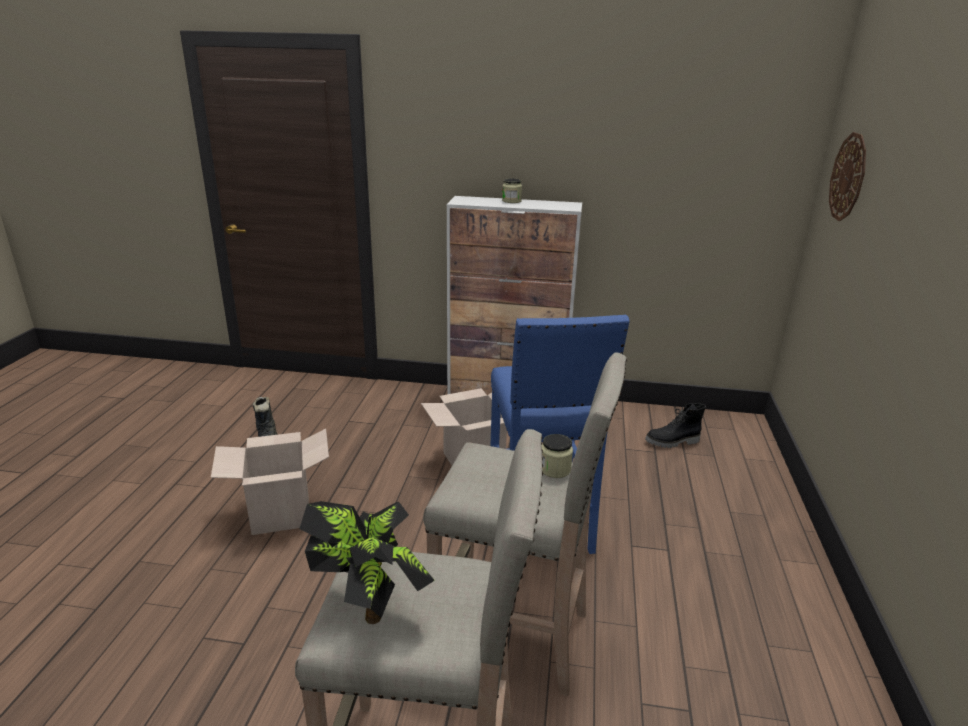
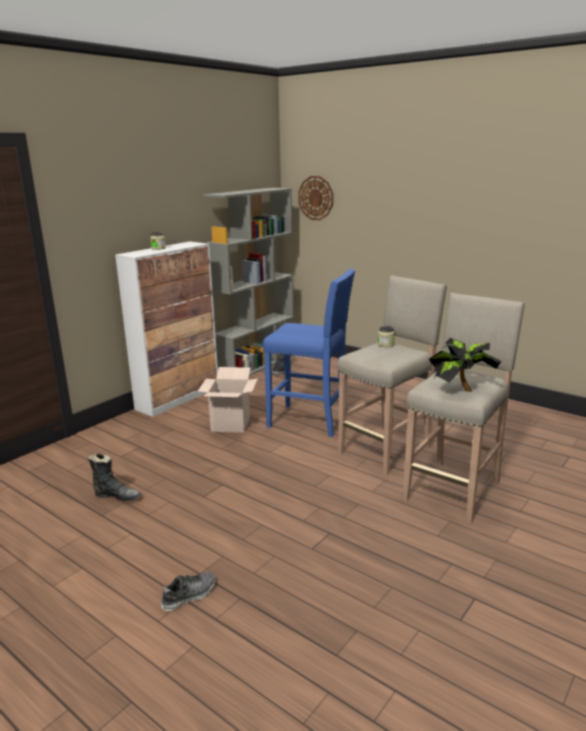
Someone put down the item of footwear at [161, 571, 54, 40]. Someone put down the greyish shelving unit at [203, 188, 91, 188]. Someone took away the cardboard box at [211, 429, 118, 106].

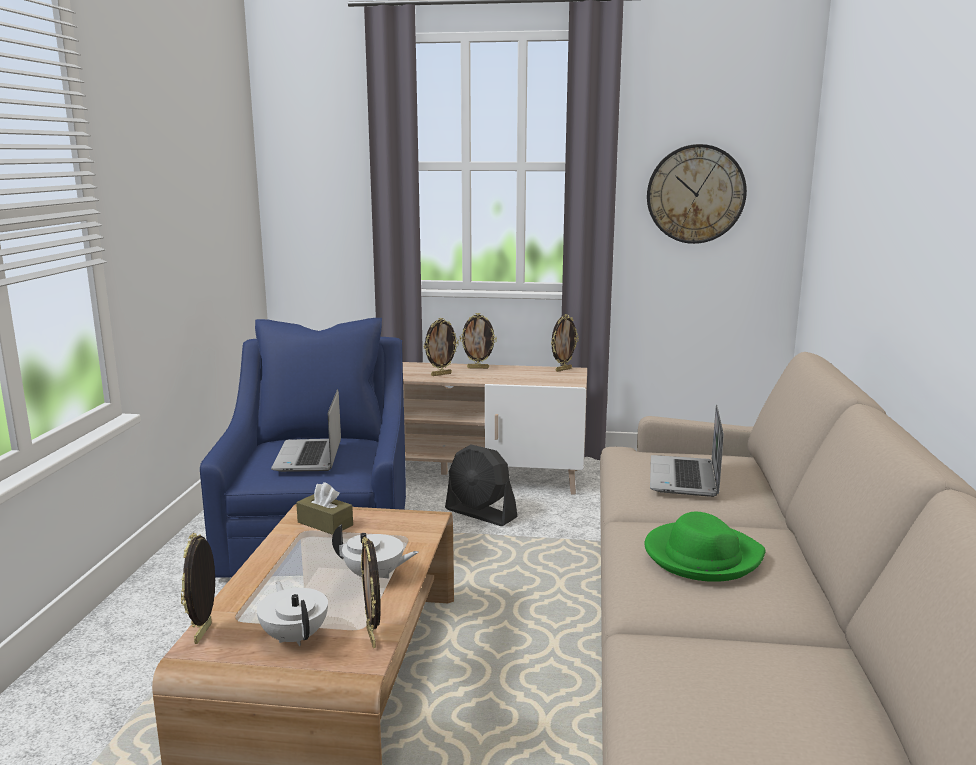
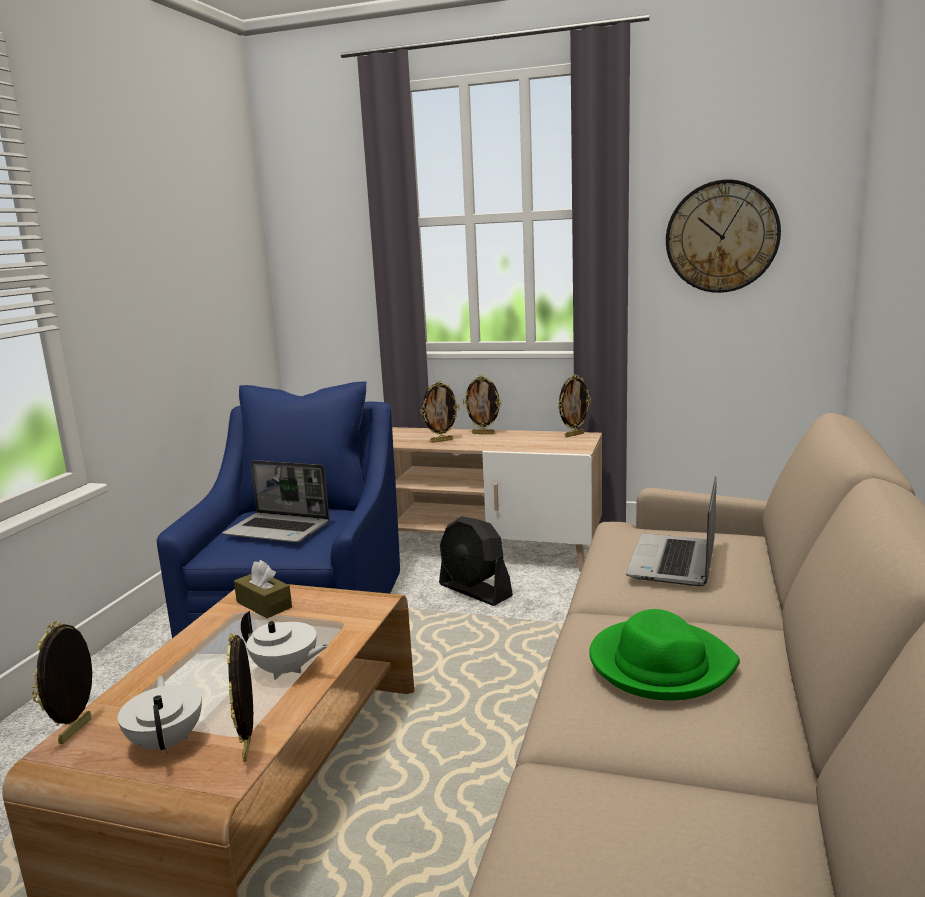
Someone rotated the notebook computer at [271, 389, 70, 83] by 75 degrees counterclockwise.

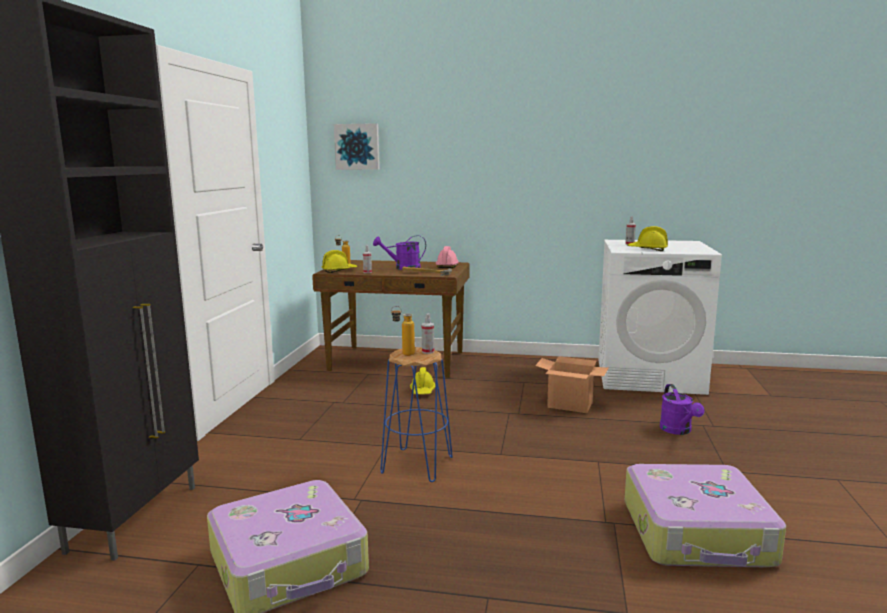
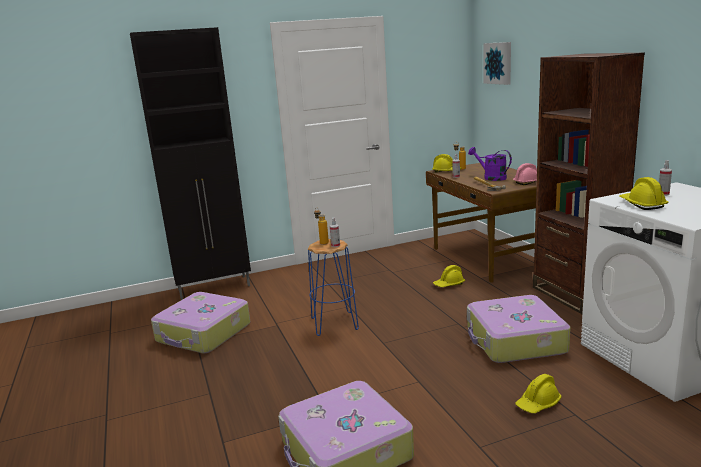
Someone swapped the cardboard box at [535, 356, 73, 57] for the suitcase at [467, 295, 104, 68]. Someone swapped the purple watering can at [660, 384, 44, 51] for the yellow-coloured hard hat at [515, 374, 47, 40]. Someone put down the brownish shelving unit at [533, 53, 112, 261].

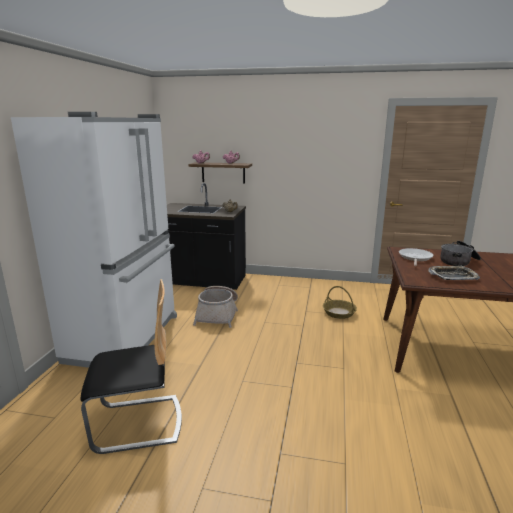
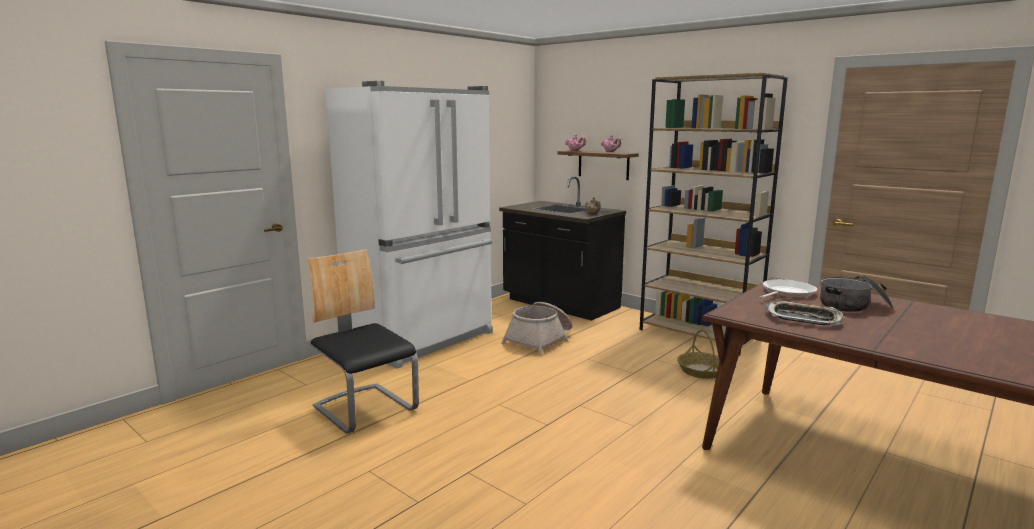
Someone rotated the plain chair at [80, 279, 102, 175] by 150 degrees counterclockwise. Someone put down the brownish shelving unit at [639, 73, 149, 283].

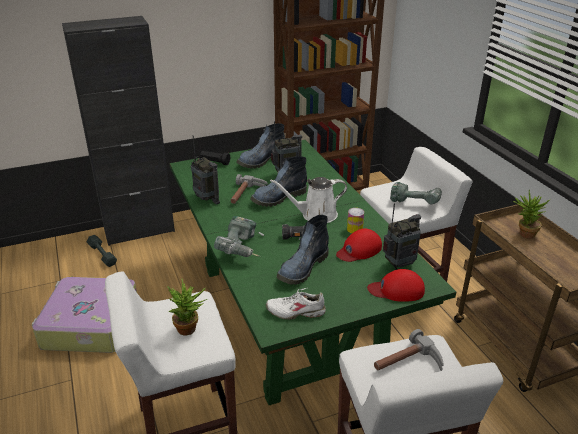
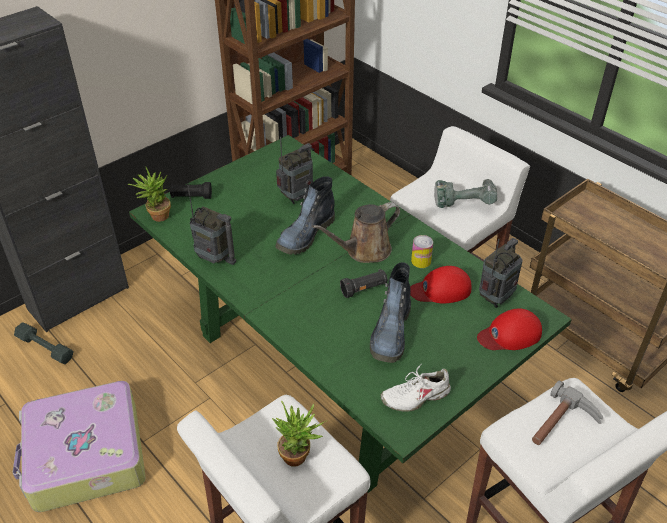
Someone carried the potted plant from [513, 190, 36, 49] to [128, 166, 43, 56]. Someone repainted the white-coloured watering can at [270, 177, 77, 46], which became the brownish watering can at [312, 202, 88, 61]. Someone rotated the reddish baseball cap at [336, 228, 46, 34] by 45 degrees clockwise. Someone took away the power drill at [214, 216, 50, 41]. Someone took away the hammer at [230, 174, 38, 30]. Someone took away the boot at [236, 123, 49, 46].

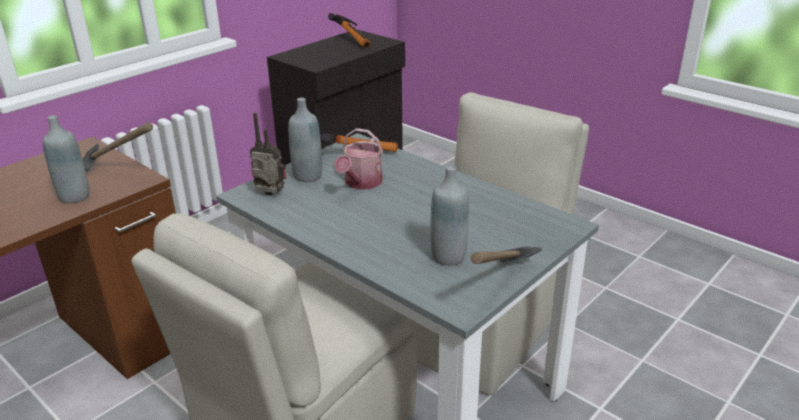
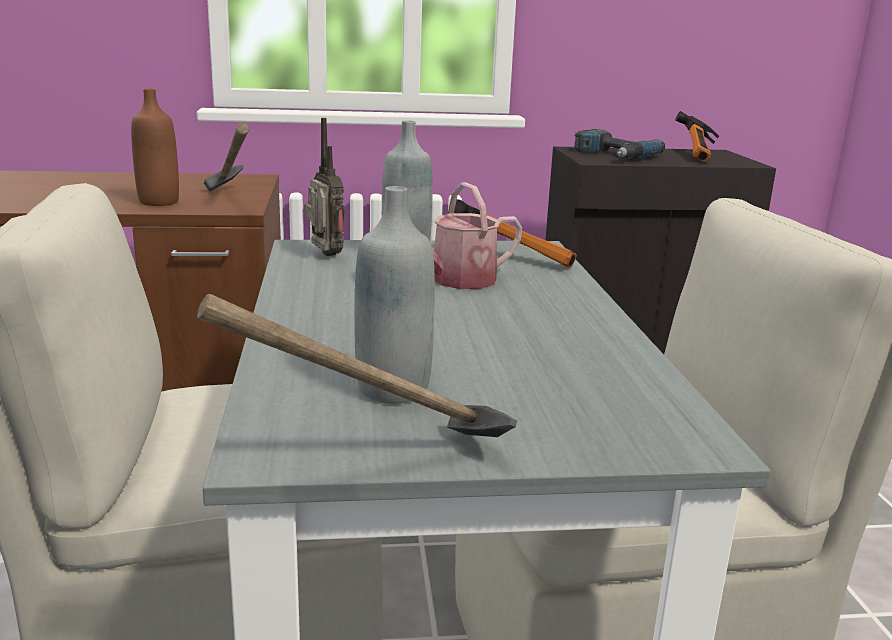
Someone repainted the greyish bottle at [43, 115, 47, 89], which became the brownish bottle at [131, 89, 48, 117]. Someone put down the power drill at [573, 129, 92, 30].

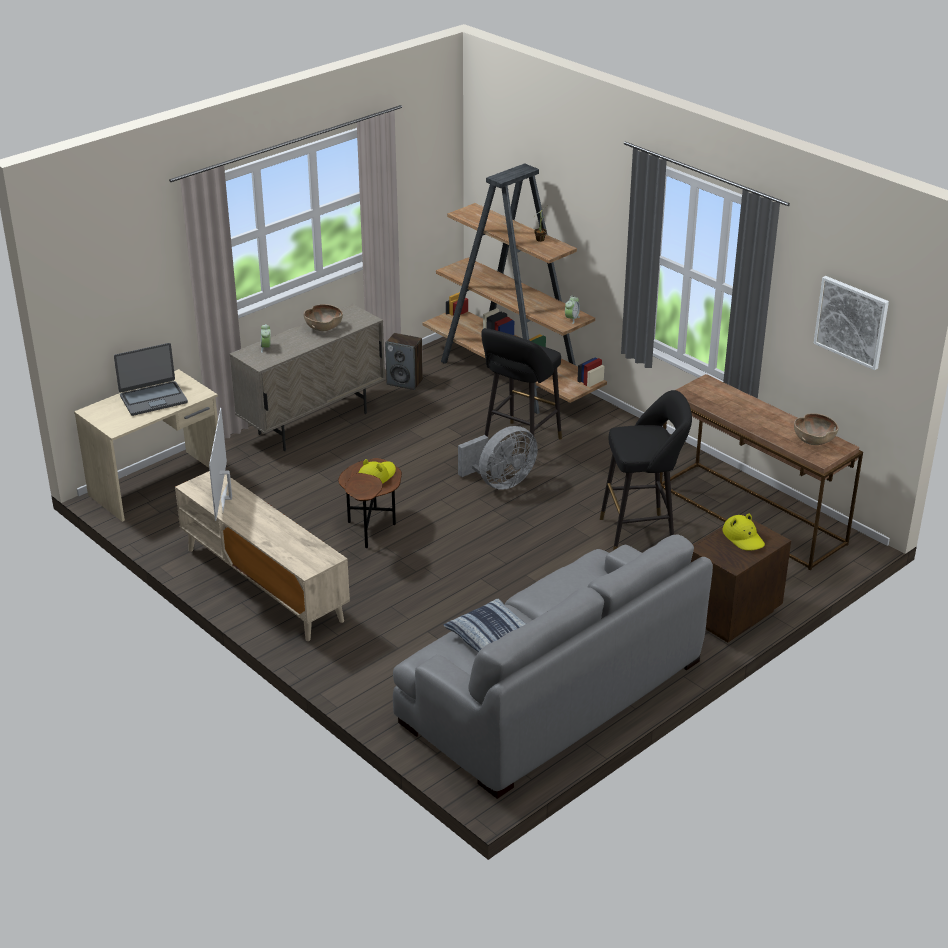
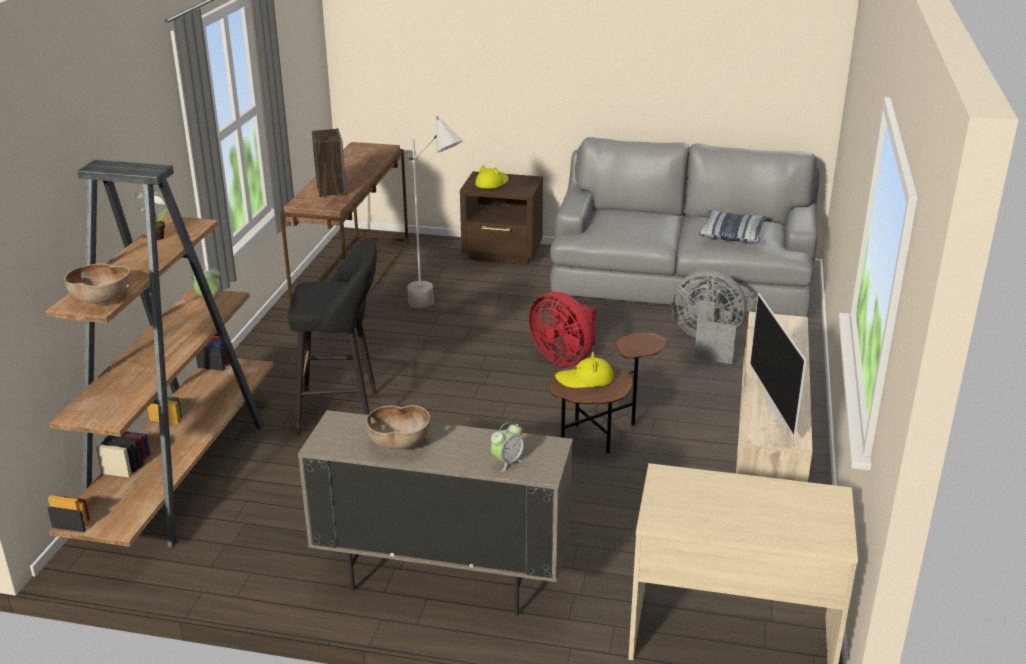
Someone carried the brownish serving bowl from [794, 413, 45, 32] to [64, 263, 68, 41]. Someone carried the loudspeaker from [385, 333, 38, 57] to [312, 128, 34, 69]. Someone swapped the black-coloured sitting stool at [600, 390, 92, 161] for the greyish standard lamp at [407, 116, 56, 192]. Someone put down the reddish cooling fan at [529, 292, 67, 75]. Someone carried the greyish cooling fan from [458, 426, 80, 64] to [672, 270, 75, 94]. Someone rotated the television at [209, 408, 23, 113] by 120 degrees clockwise. Someone took away the notebook computer at [114, 343, 74, 73]. Someone took away the picture at [814, 276, 75, 94].

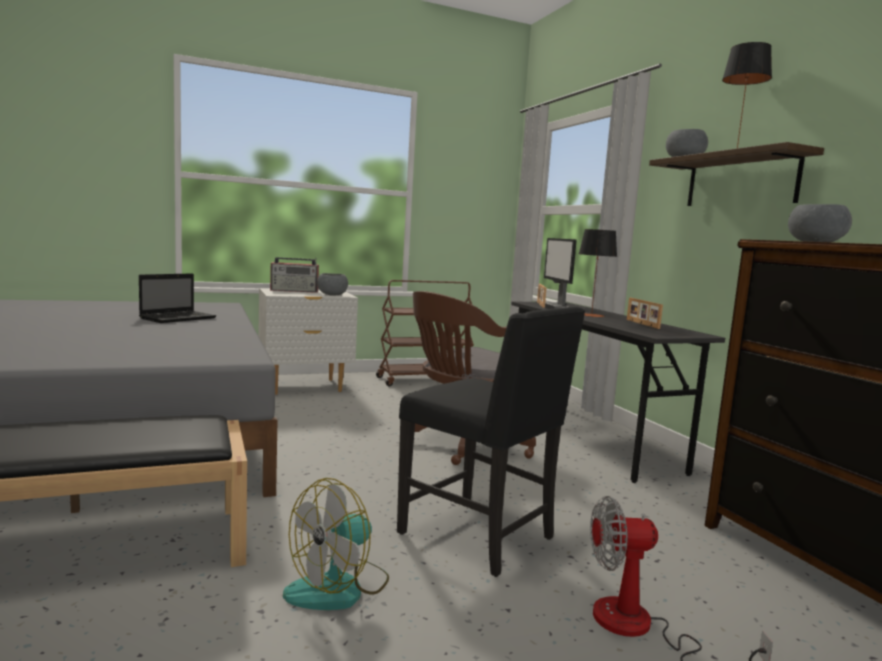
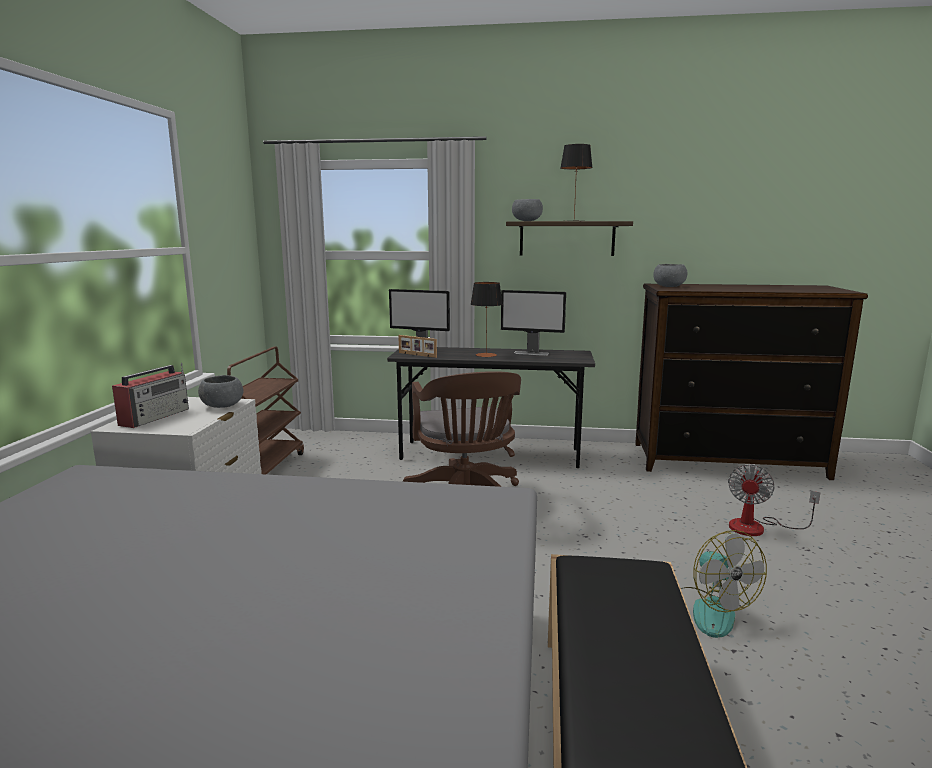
Someone swapped the standing frame at [627, 298, 36, 31] for the computer display at [501, 290, 65, 66]. Someone took away the notebook computer at [139, 273, 77, 50]. Someone took away the black-coloured plain chair at [397, 307, 188, 270].

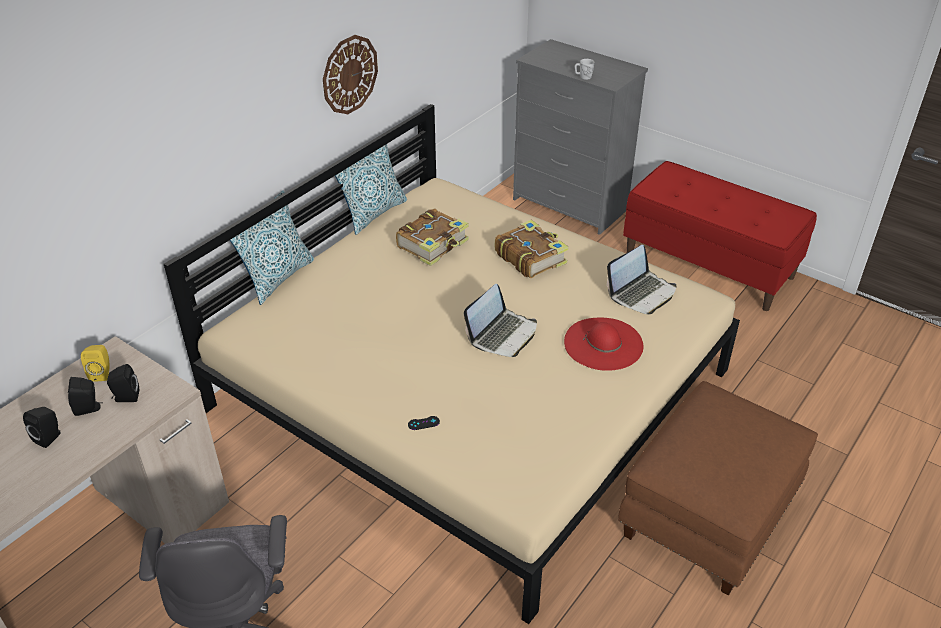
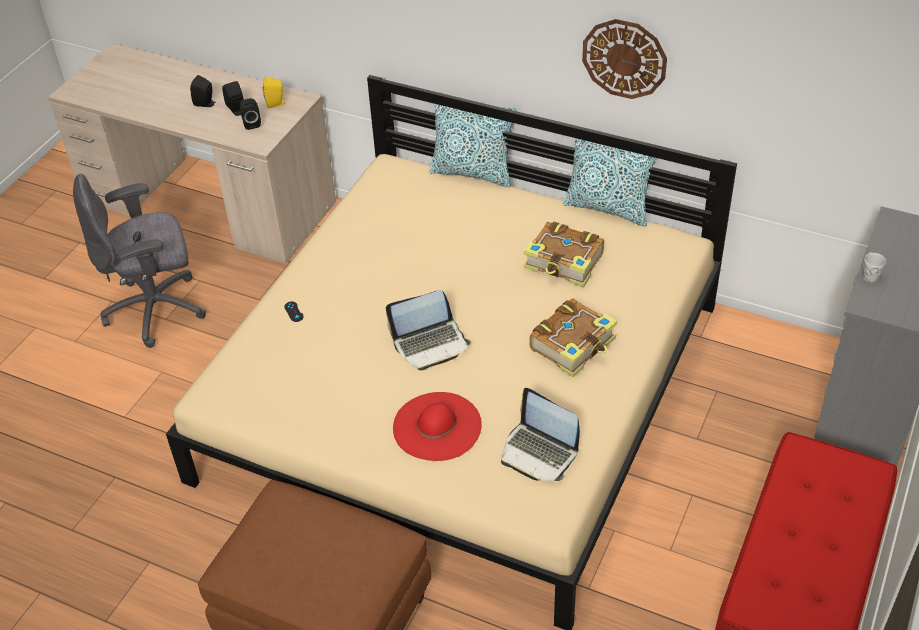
Someone rotated the notebook computer at [464, 284, 73, 73] by 45 degrees counterclockwise.

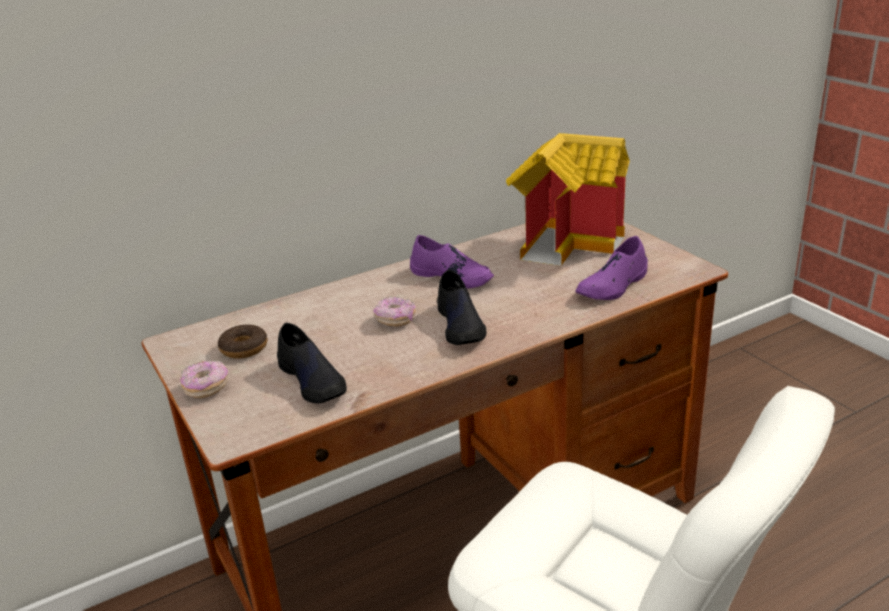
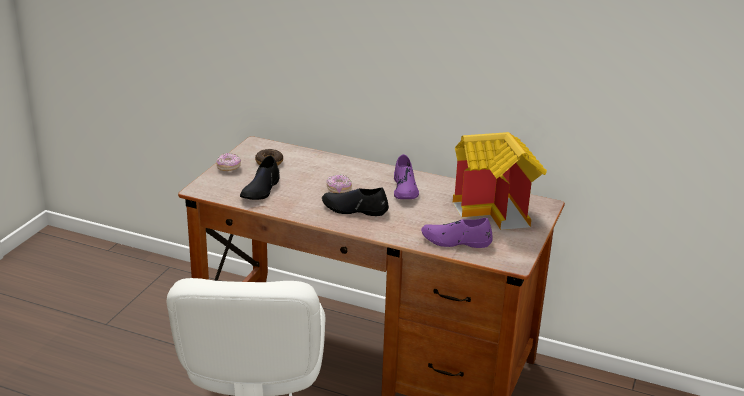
Someone rotated the black-coloured item of footwear at [437, 269, 49, 76] by 60 degrees clockwise.

